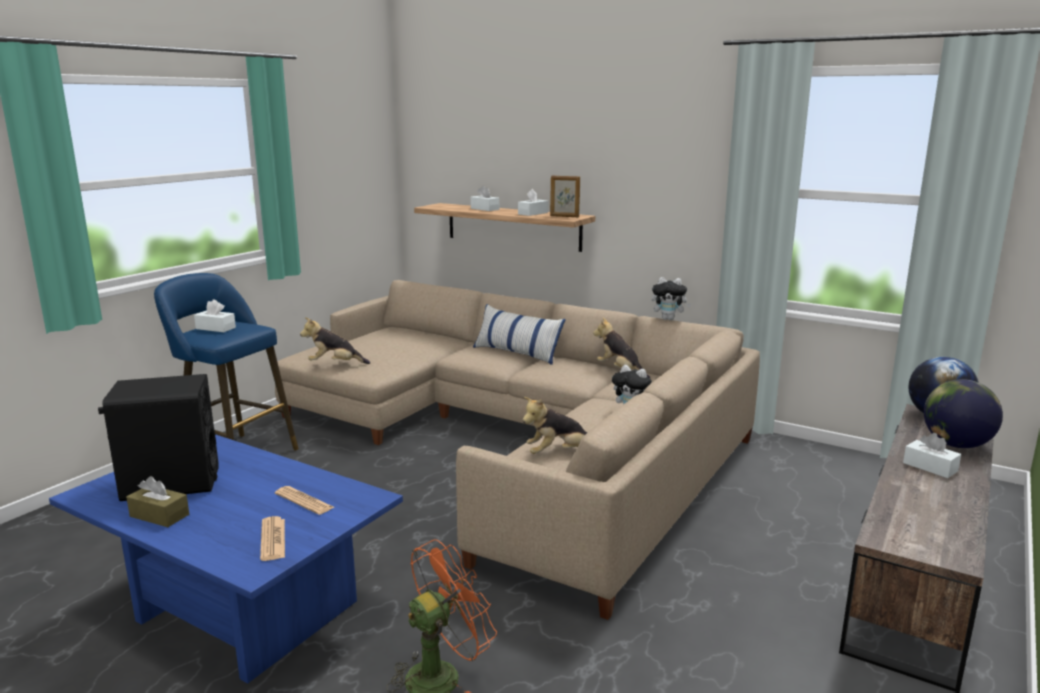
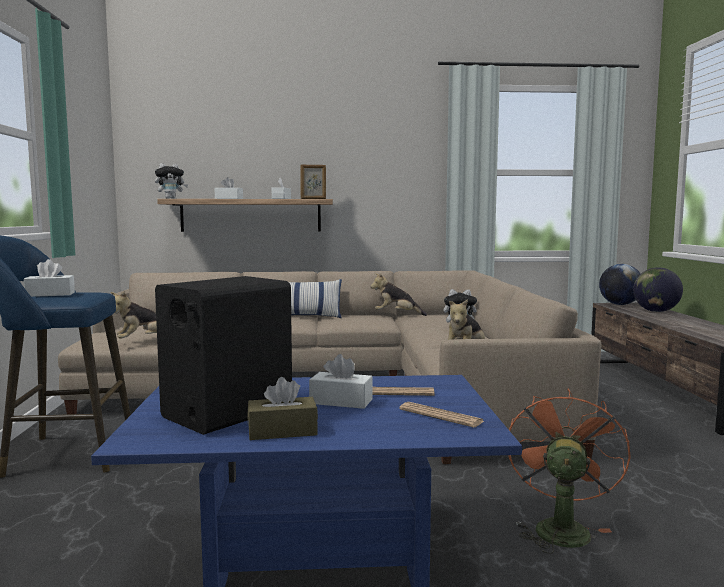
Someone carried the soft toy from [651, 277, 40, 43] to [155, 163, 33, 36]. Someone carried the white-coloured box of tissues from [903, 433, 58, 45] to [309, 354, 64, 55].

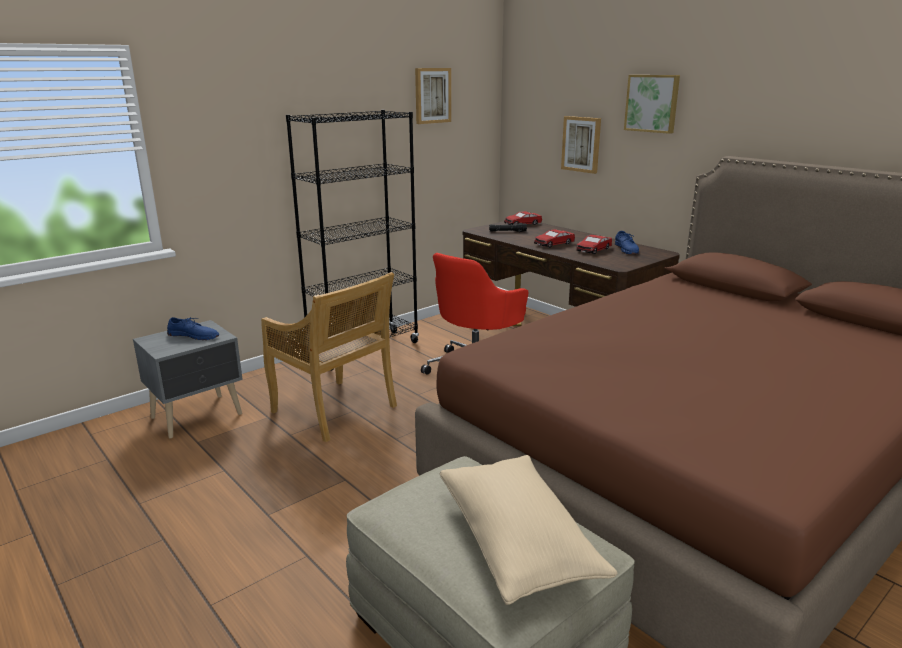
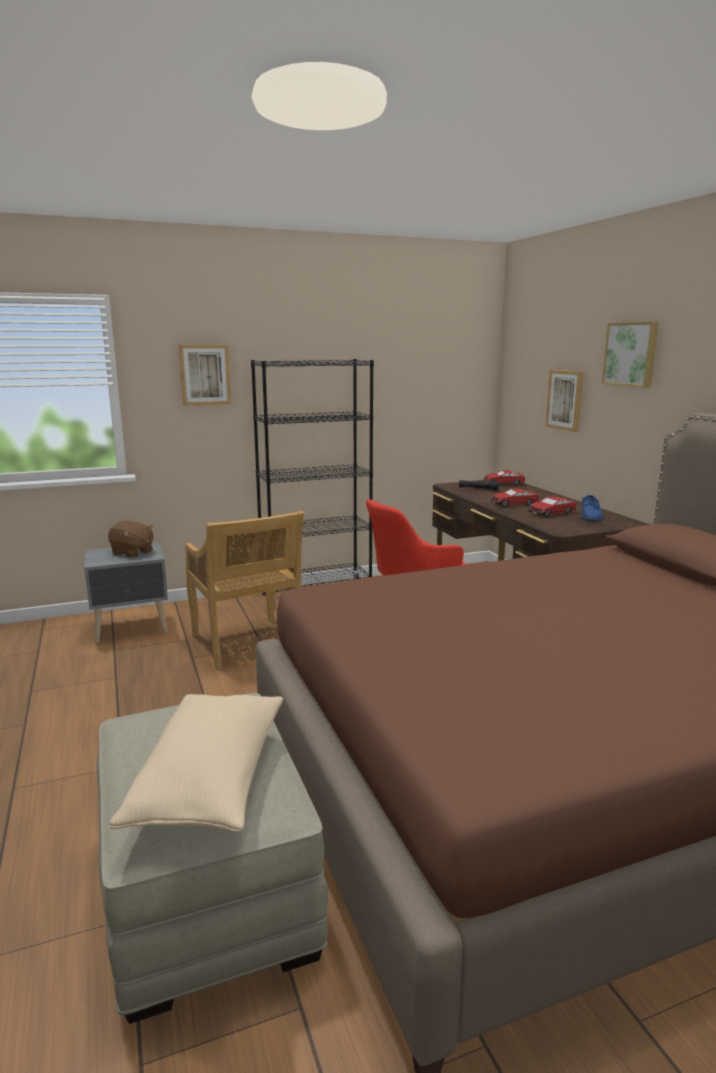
Someone swapped the blue-coloured item of footwear at [167, 317, 52, 23] for the brownish soft toy at [108, 521, 45, 37]. Someone carried the picture from [415, 68, 36, 56] to [179, 345, 52, 61].

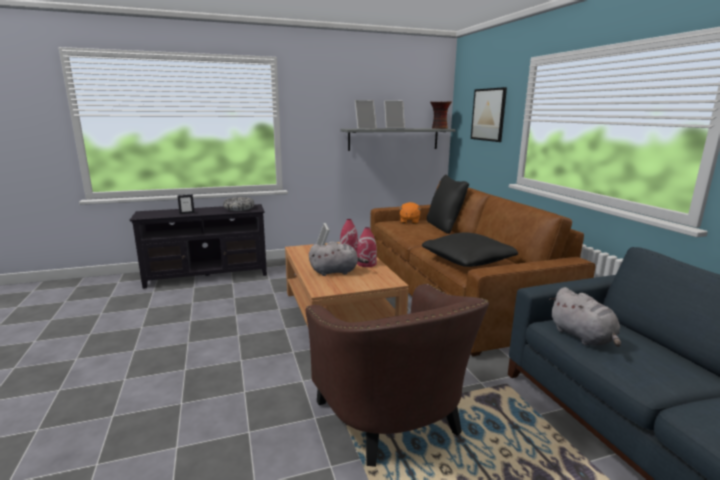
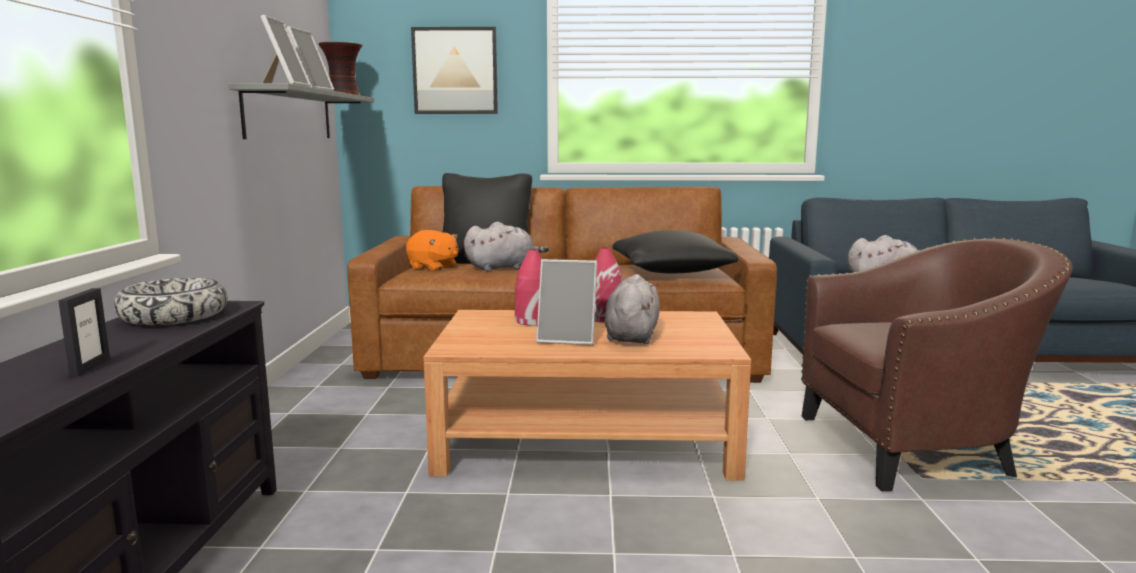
Someone put down the greyish soft toy at [464, 222, 85, 50].

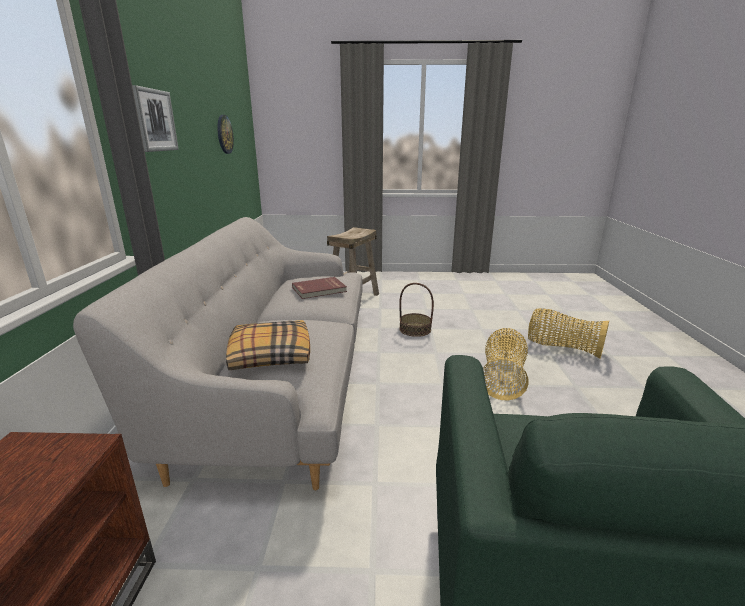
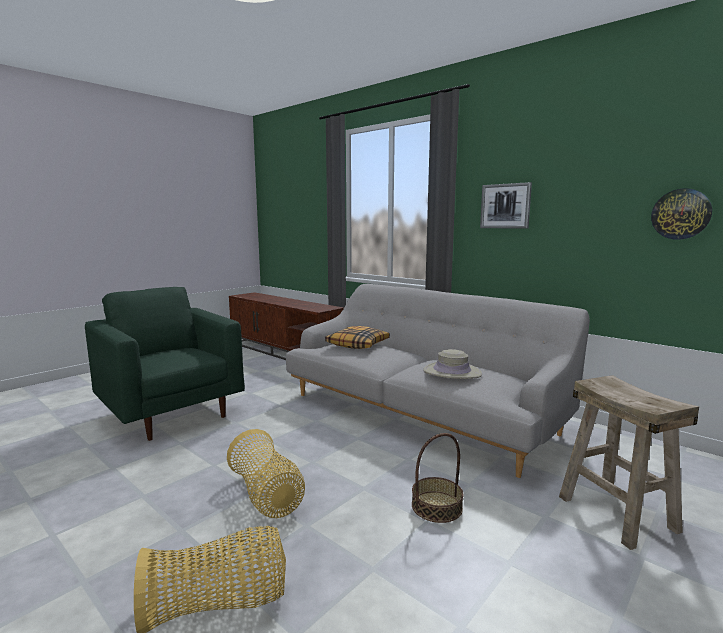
Someone swapped the reddish volume at [292, 277, 55, 22] for the beige clothing hat at [423, 349, 59, 30].

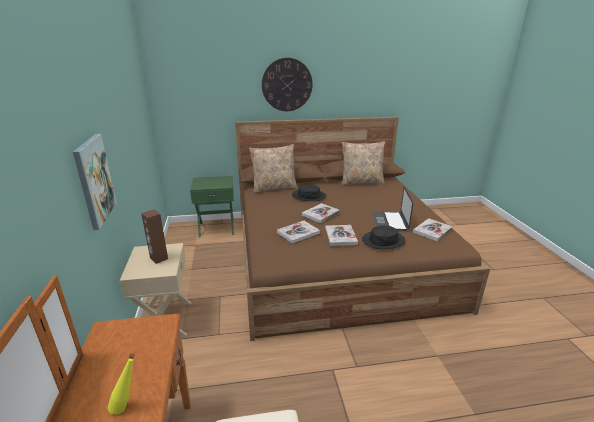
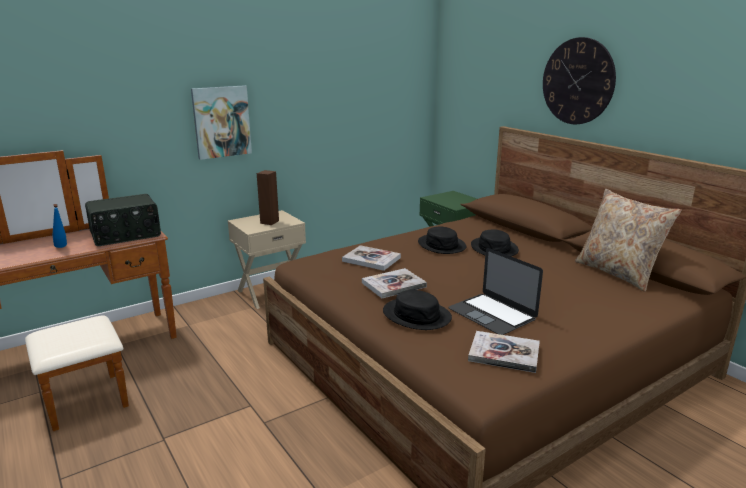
Someone repainted the yellow-coloured bottle at [108, 353, 27, 62], which became the blue-coloured bottle at [53, 204, 14, 44]. Someone put down the radio set at [85, 194, 76, 52]. Someone put down the black-coloured clothing hat at [418, 226, 48, 28]. Someone rotated the notebook computer at [372, 187, 41, 44] by 105 degrees counterclockwise. Someone took away the beige throw pillow at [249, 144, 49, 49]. Someone took away the volume at [302, 203, 38, 20].

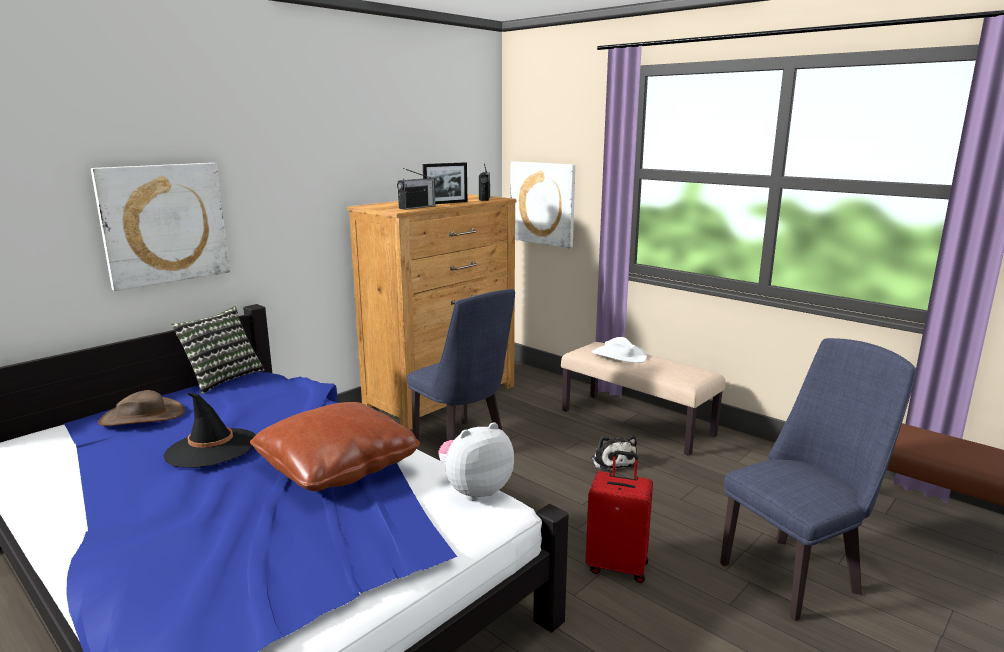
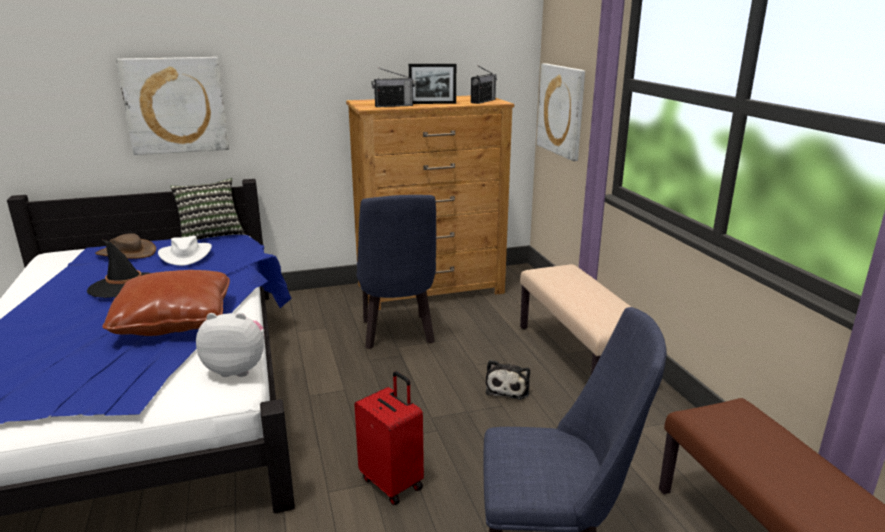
Someone carried the white-coloured clothing hat from [592, 337, 55, 26] to [158, 236, 54, 30].

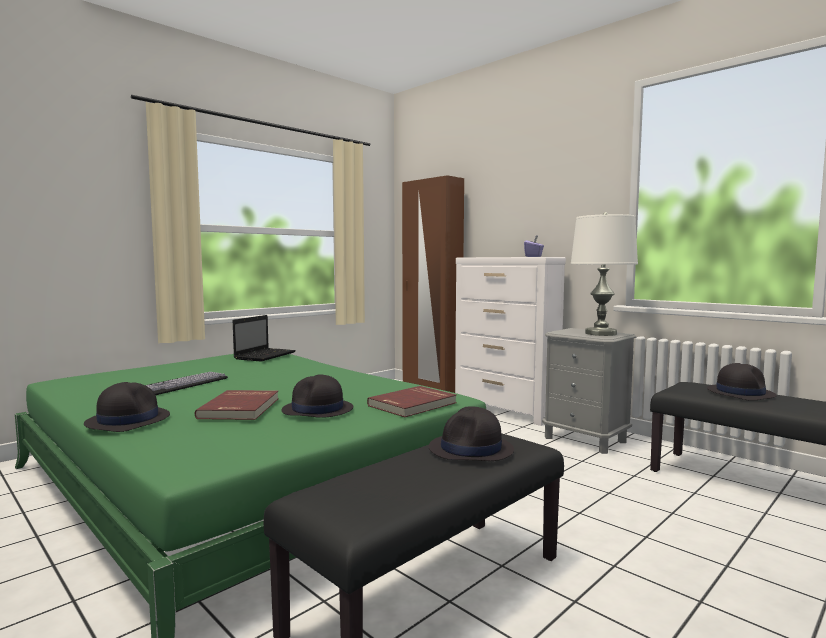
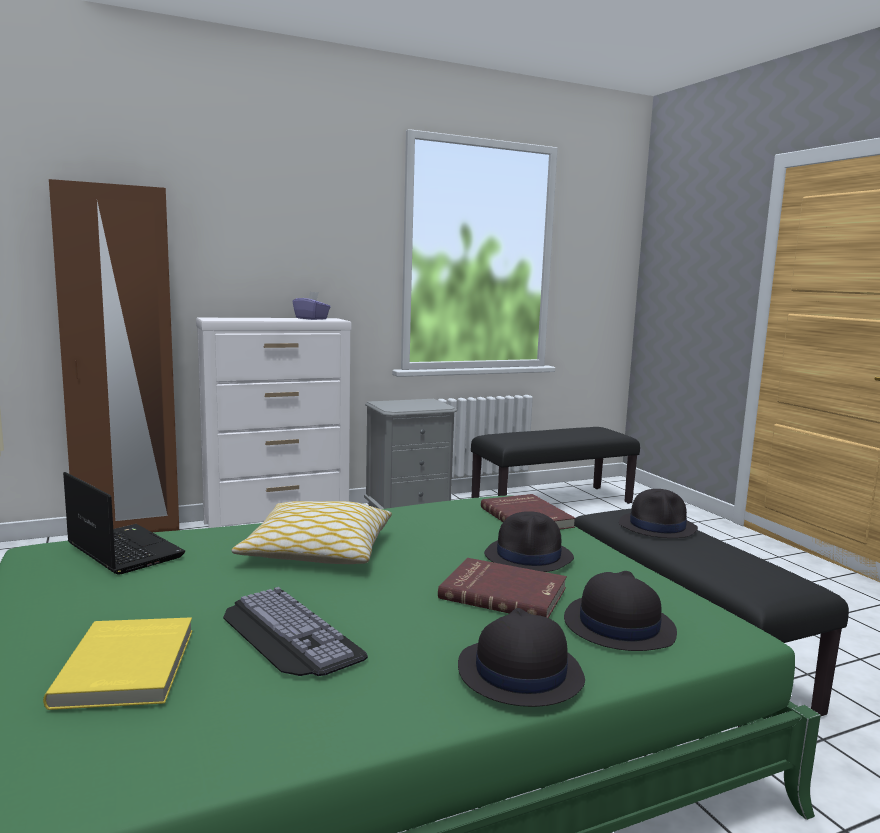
Someone put down the yellow-coloured volume at [43, 617, 149, 93]. Someone put down the throw pillow at [232, 501, 160, 63]. Someone carried the black-coloured clothing hat from [707, 363, 70, 38] to [564, 571, 113, 80]. Someone took away the white-coloured lamp for a table at [571, 212, 67, 124].

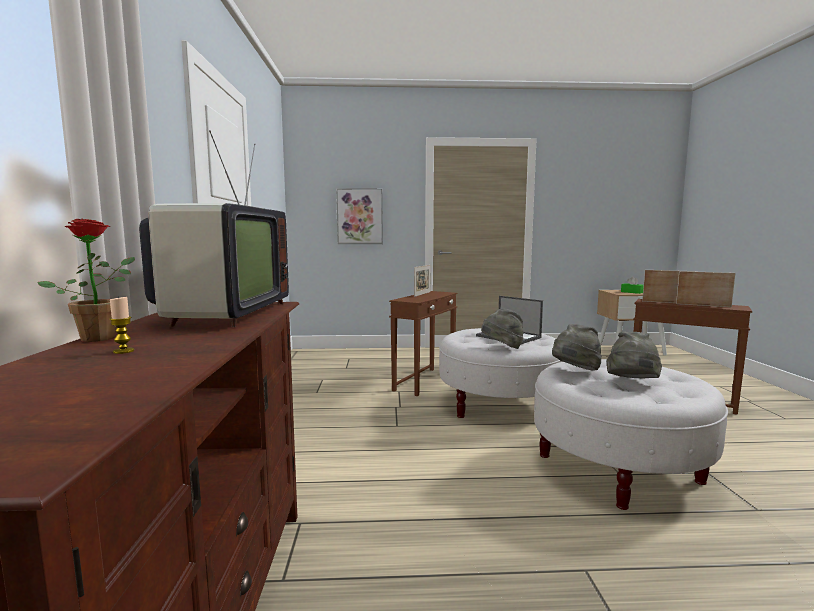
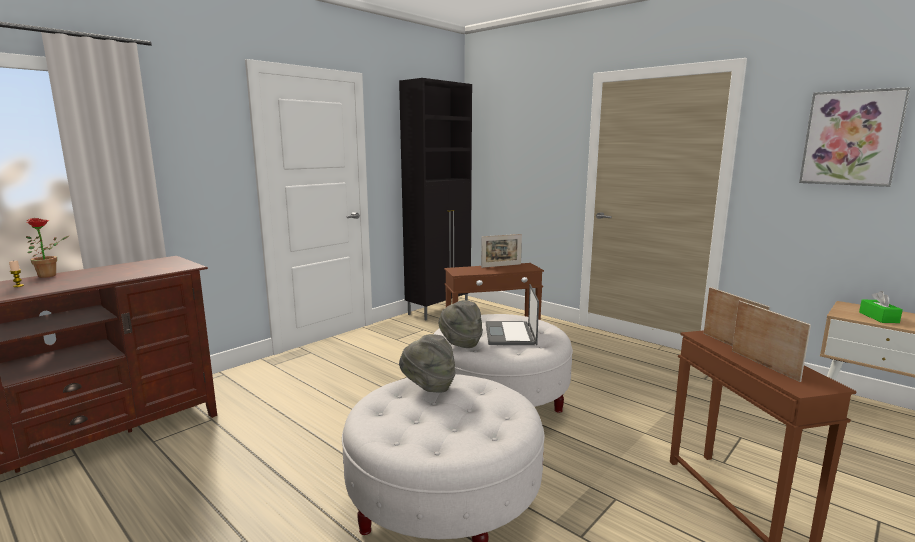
Someone put down the black-coloured cabinet at [399, 78, 73, 242]. Someone carried the picture from [336, 188, 47, 56] to [799, 87, 111, 100]. Someone took away the television at [139, 130, 150, 197]. Someone took away the greyish clothing hat at [607, 331, 55, 47].

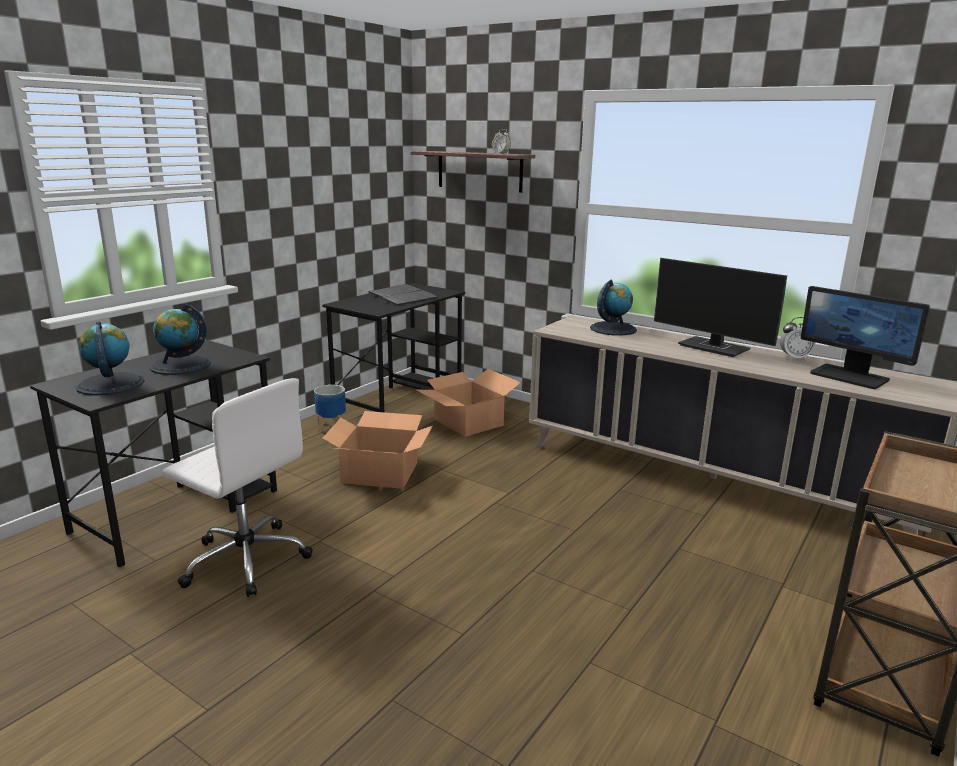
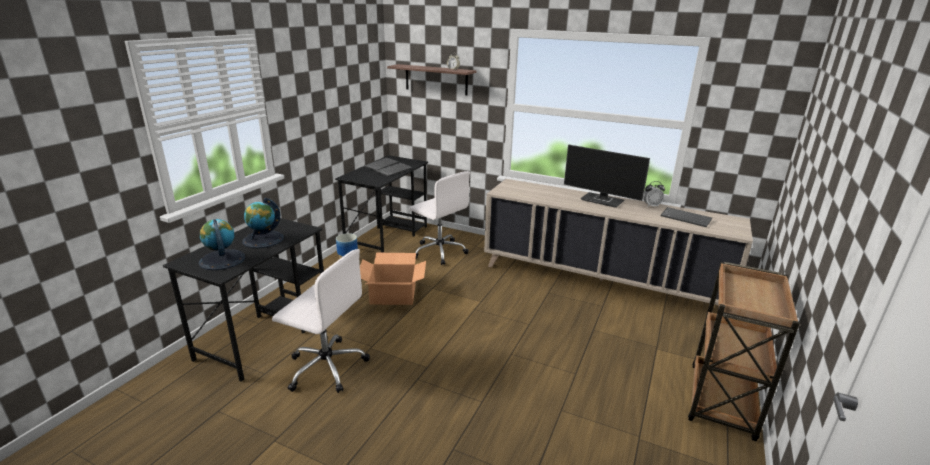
Someone swapped the cardboard box at [415, 369, 106, 68] for the white-coloured office chair at [409, 171, 61, 94]. Someone swapped the computer display at [801, 286, 129, 103] for the PC keyboard at [661, 207, 51, 20]. Someone took away the globe at [590, 279, 47, 57].

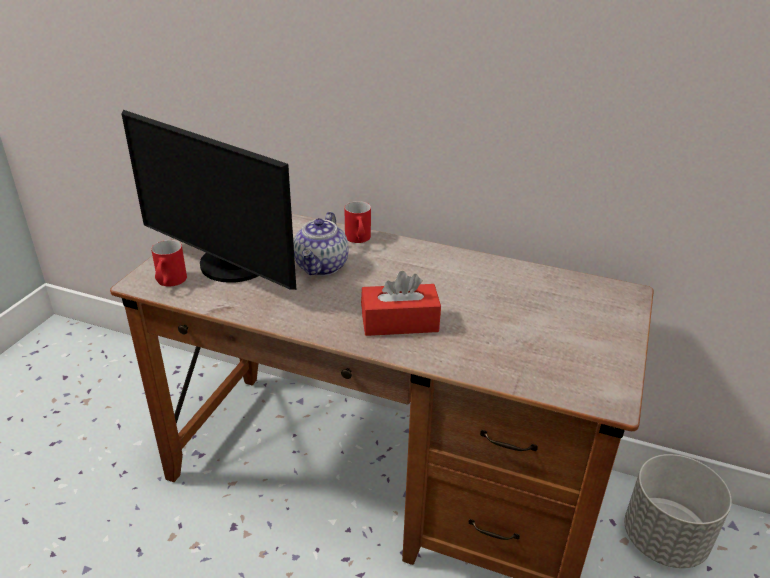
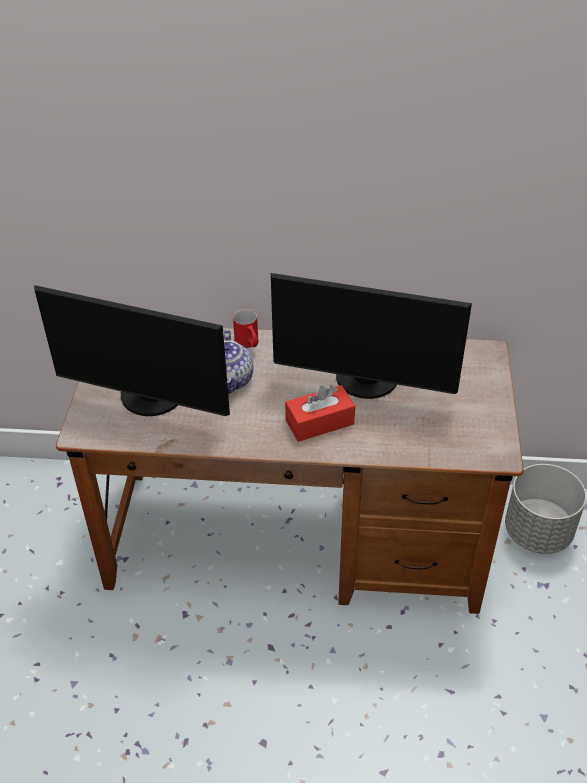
Someone put down the computer display at [271, 273, 201, 126]. Someone took away the reddish coffee mug at [151, 240, 36, 47].

